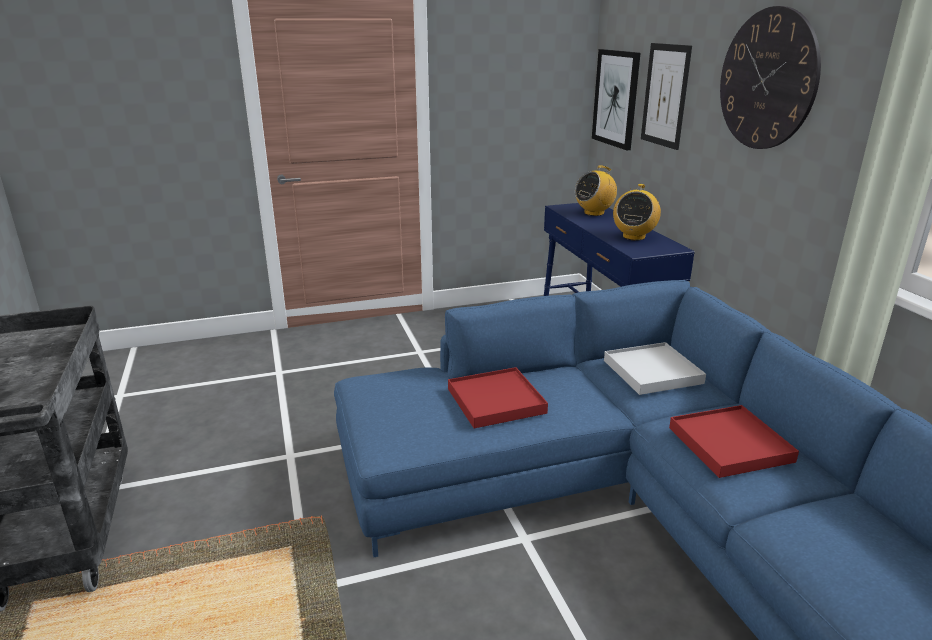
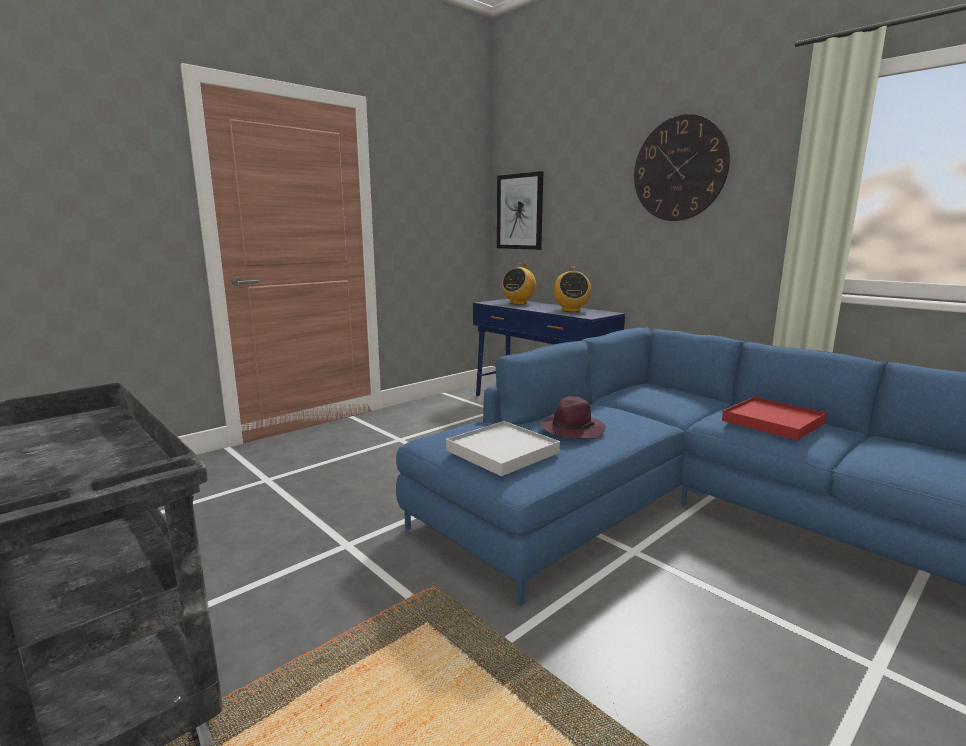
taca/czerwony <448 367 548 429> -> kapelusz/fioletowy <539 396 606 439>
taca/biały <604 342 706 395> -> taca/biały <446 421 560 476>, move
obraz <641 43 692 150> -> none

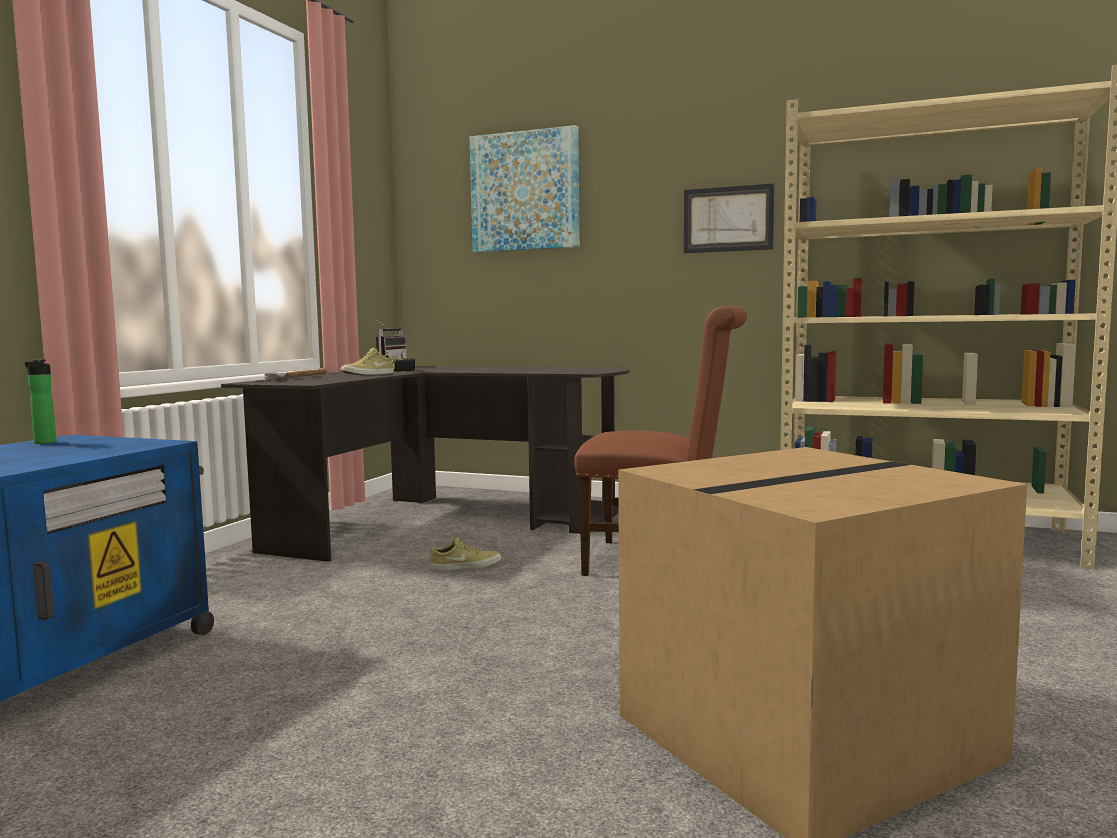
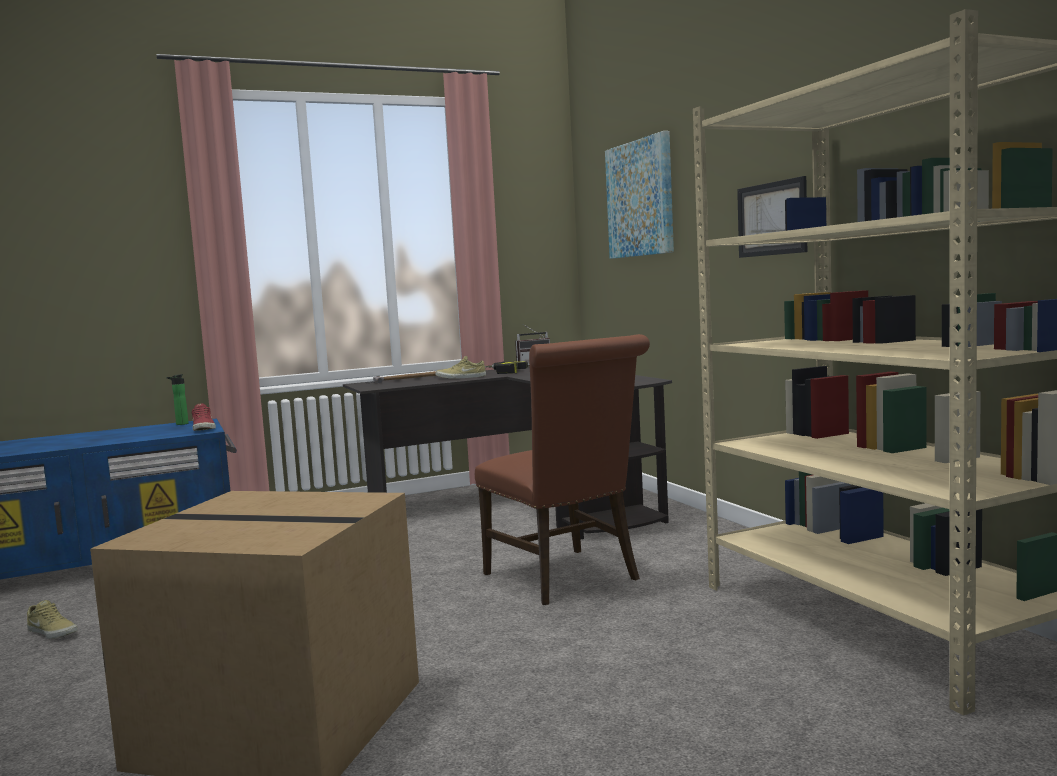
but/beżowy <430 537 501 571> -> but/beżowy <27 600 77 639>, move
none -> but/czerwony <192 403 216 431>

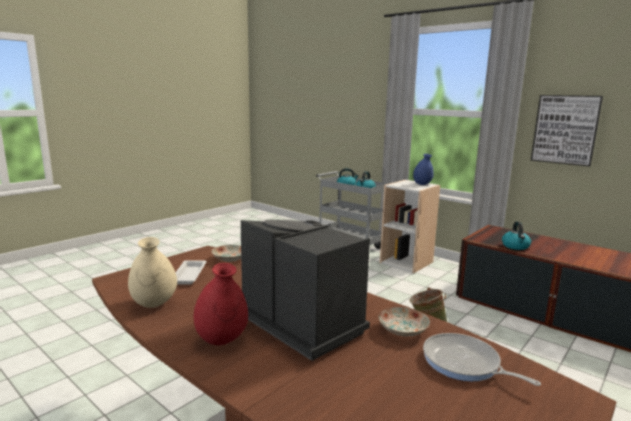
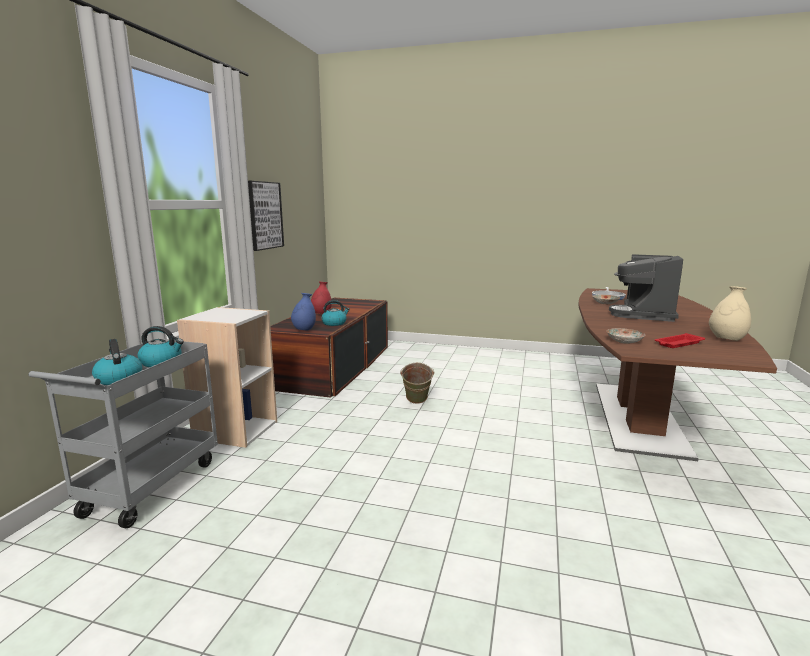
taca/biały <175 260 206 285> -> taca/czerwony <655 333 705 348>
wazon/czerwony <194 263 248 345> -> wazon/czerwony <311 282 332 314>, move
wazon/niebieski <413 154 434 185> -> wazon/niebieski <291 293 316 330>, move

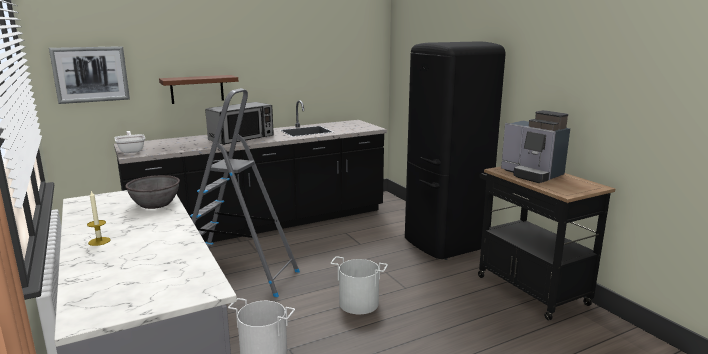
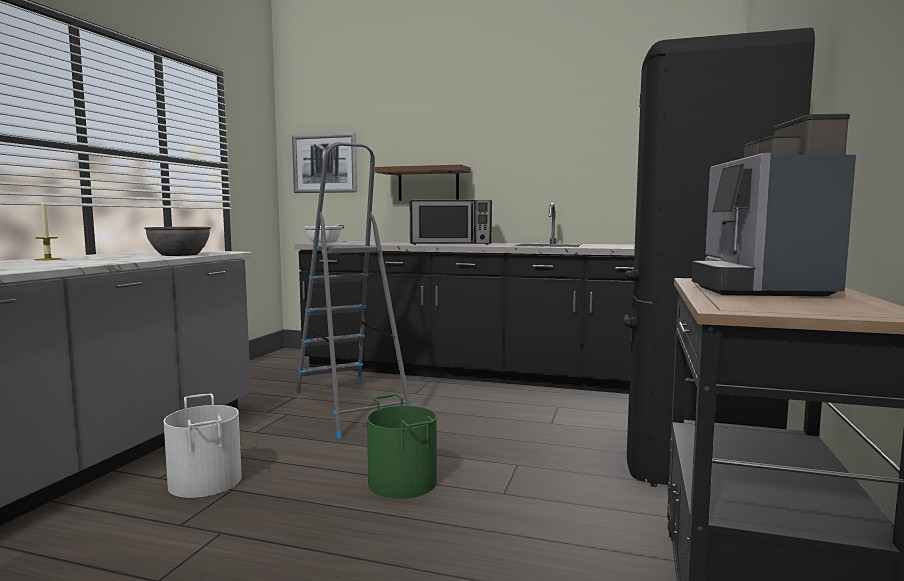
wiadro/biały <331 256 388 314> -> wiadro/zielony <367 394 437 499>

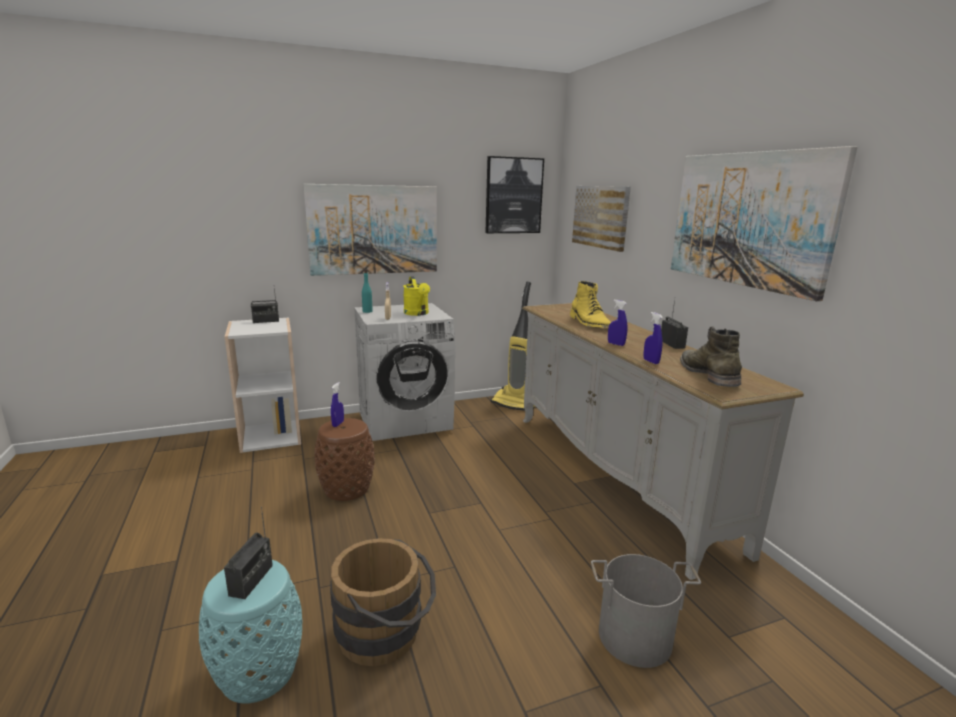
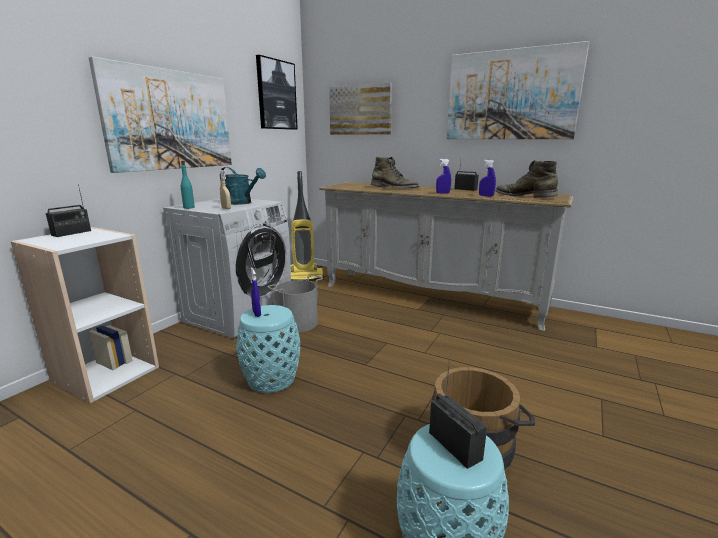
stołek/brązowy <314 418 375 501> -> stołek/turkusowy <237 305 300 393>
konewka/żółty <403 276 430 316> -> konewka/turkusowy <220 167 266 205>
but z cholewką/żółty <570 281 611 328> -> but z cholewką/zielony <371 157 419 188>
wiadro/szary <591 554 701 668> -> wiadro/szary <267 275 323 333>, move

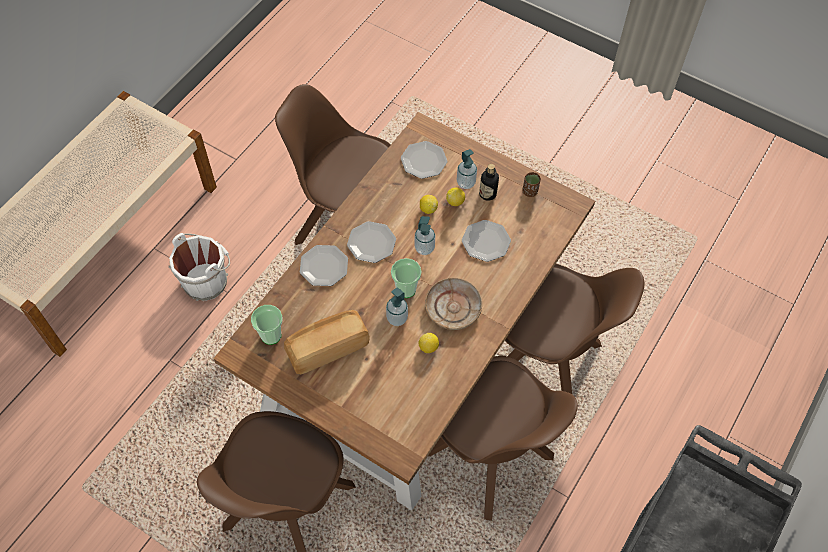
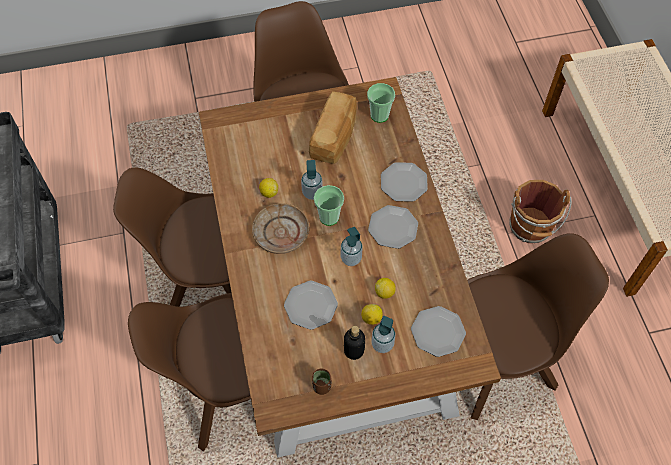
wiadro/biały <169 233 230 301> -> wiadro/brązowy <509 180 572 243>

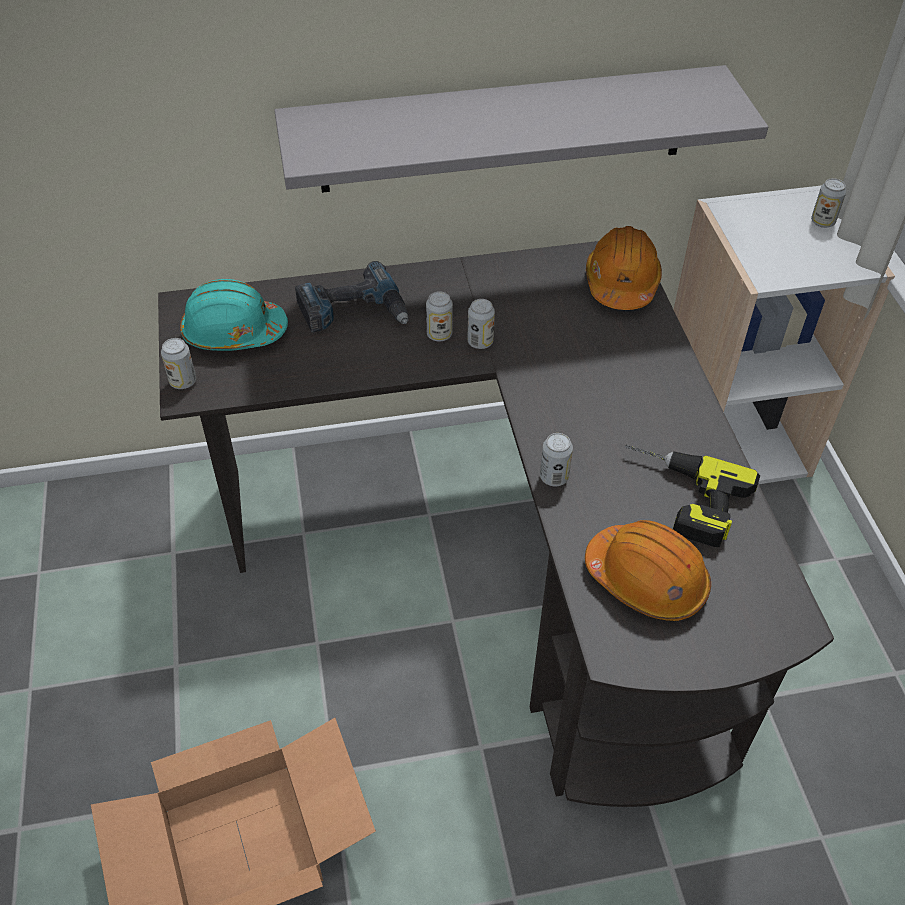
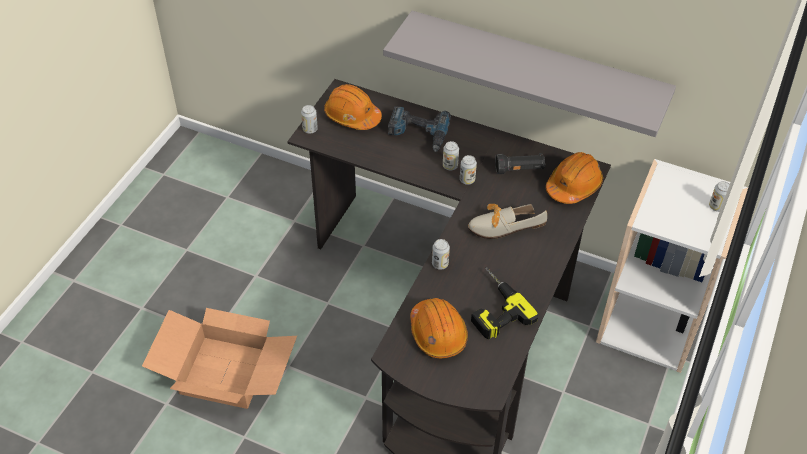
kask/turkusowy <180 279 288 351> -> kask/pomarańczowy <324 84 382 130>
none -> but <468 204 547 239>
none -> latarka/czarny <495 153 546 174>

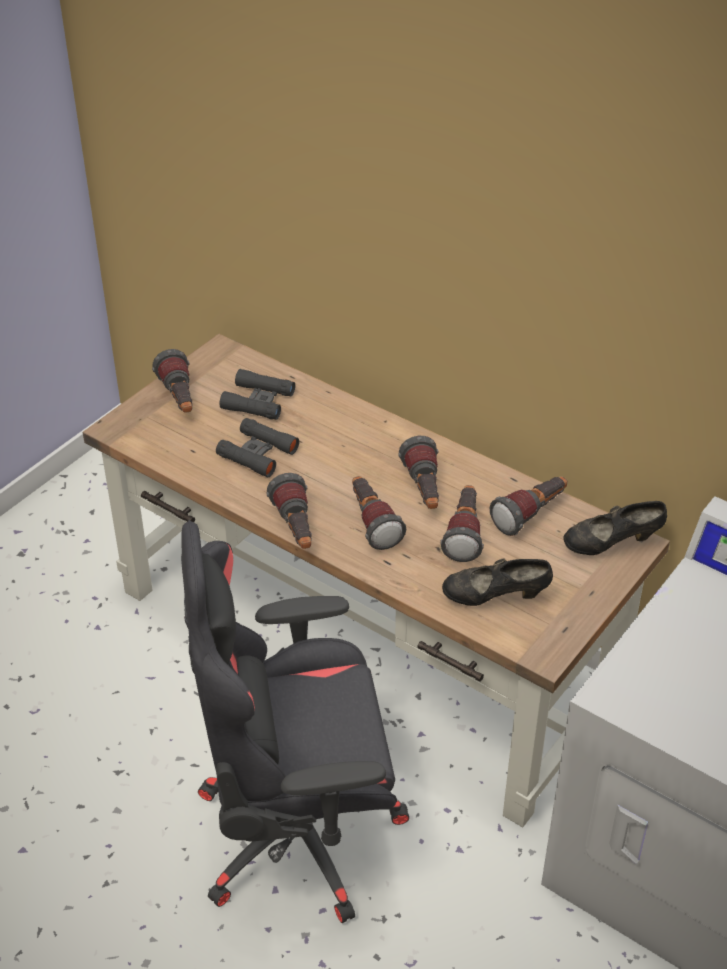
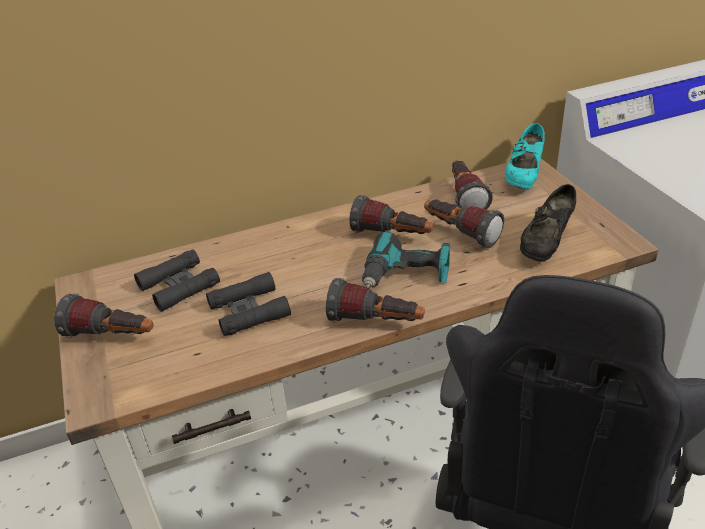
latarka <352 476 406 550> -> wiertarka <362 231 450 287>
but/czarny <564 501 667 555> -> but/turkusowy <505 123 545 189>

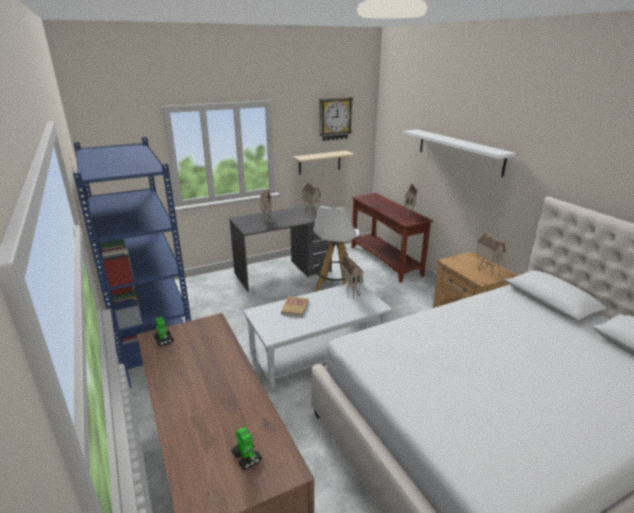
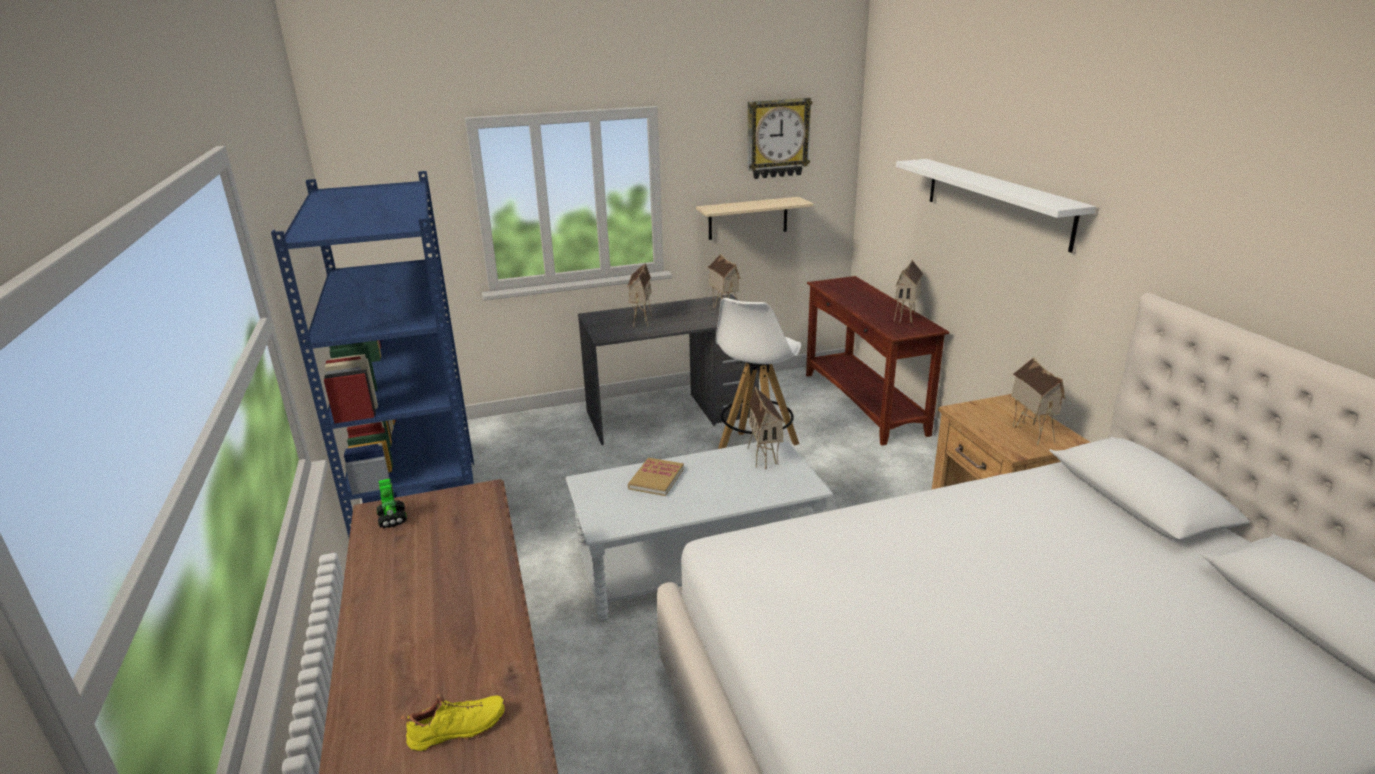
robot zabawkowy <231 427 262 470> -> but/żółty <400 694 506 751>

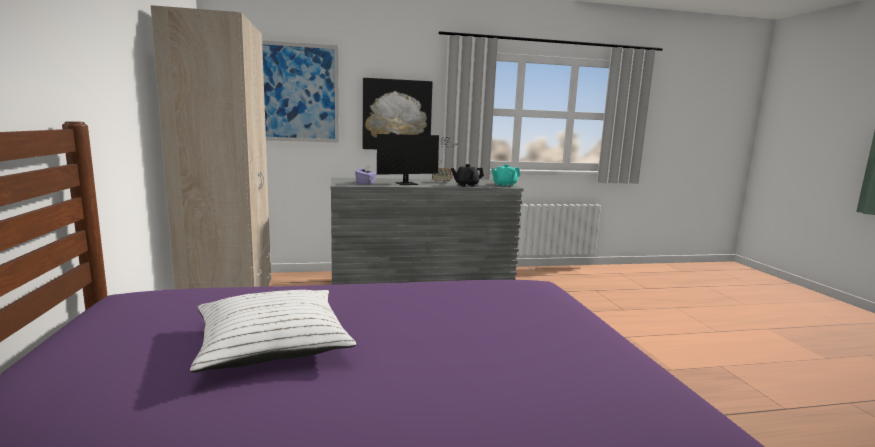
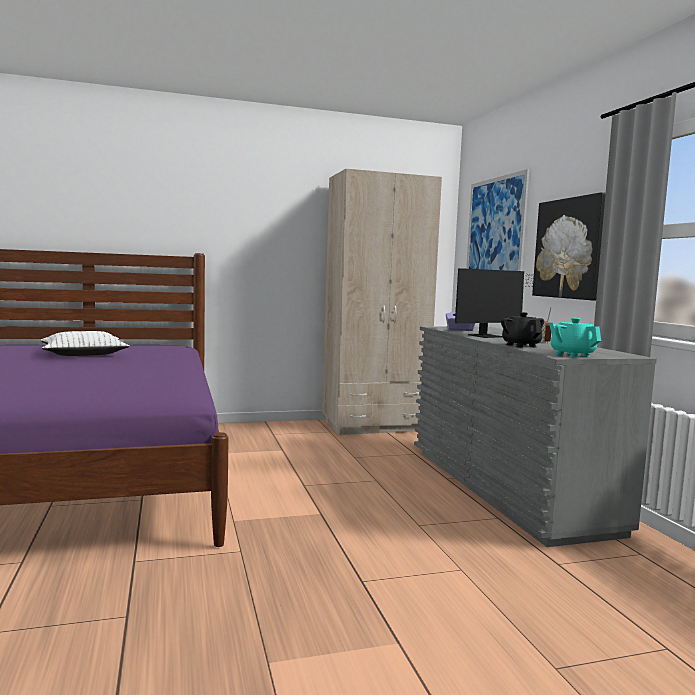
monitor <377 134 451 185> -> monitor <455 268 543 338>, 90 degrees counterclockwise

